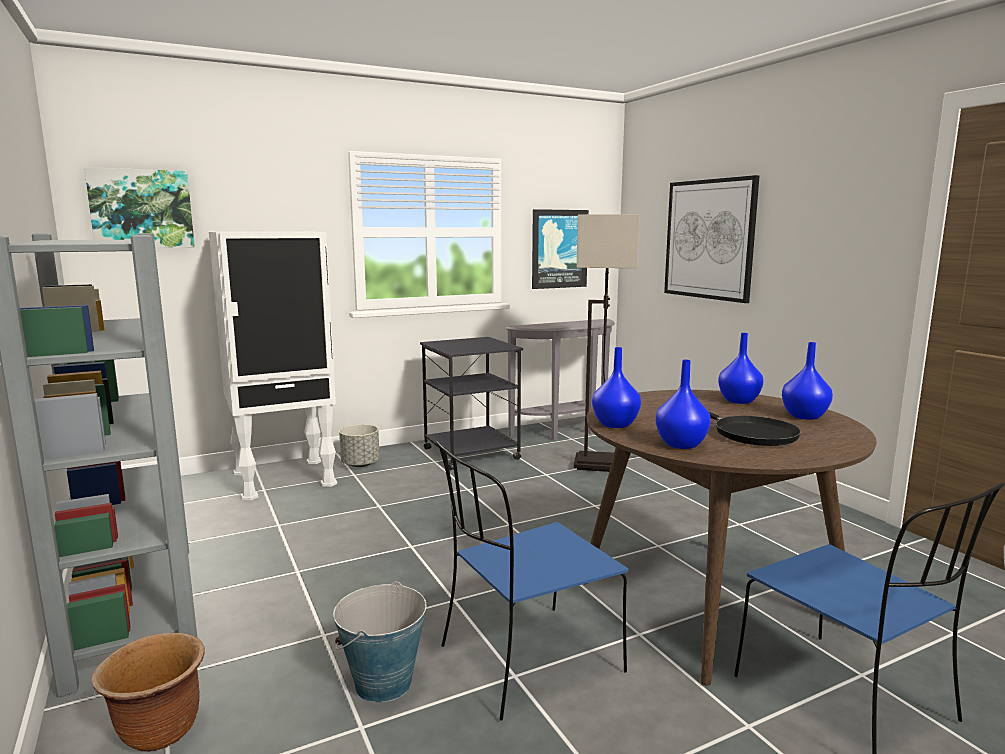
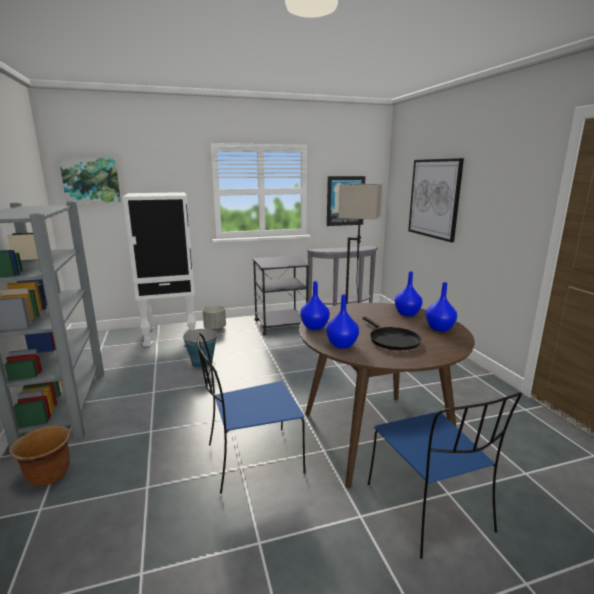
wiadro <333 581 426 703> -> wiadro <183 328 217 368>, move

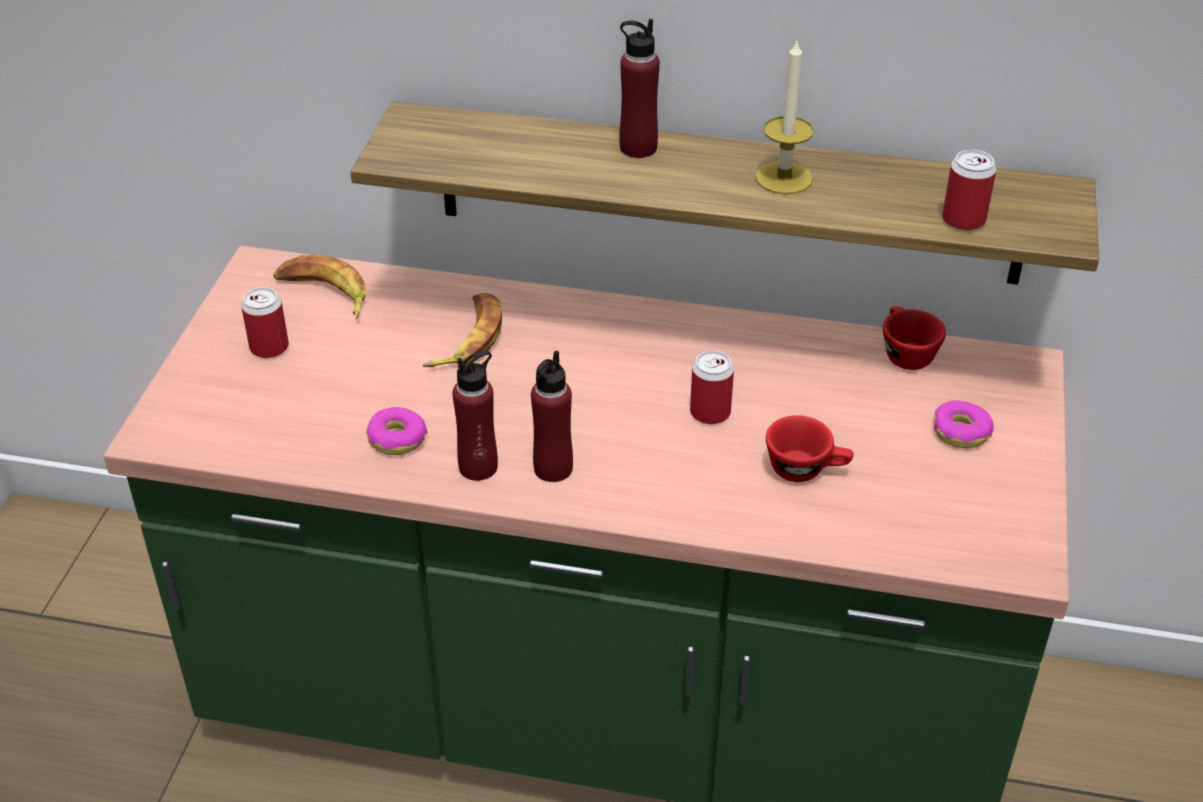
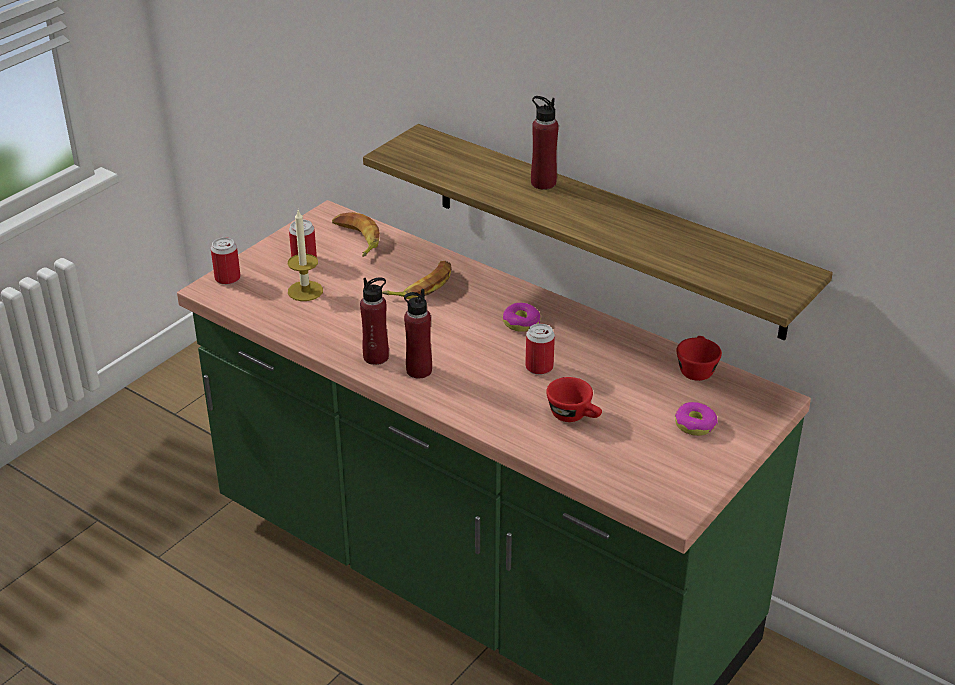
donut <367 407 427 455> -> donut <503 303 541 332>, move
świeca <755 38 814 194> -> świeca <288 210 323 301>, move
puszka <942 149 996 231> -> puszka <211 237 241 285>, move

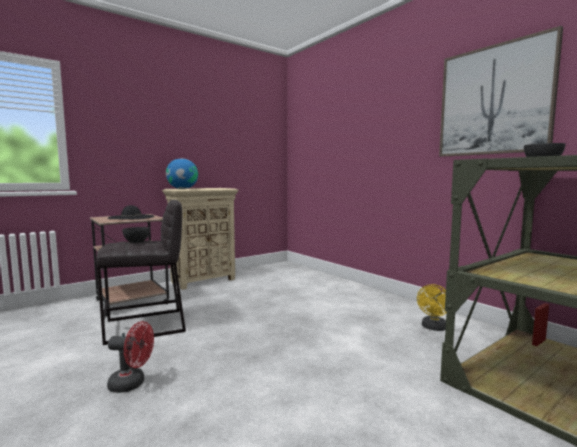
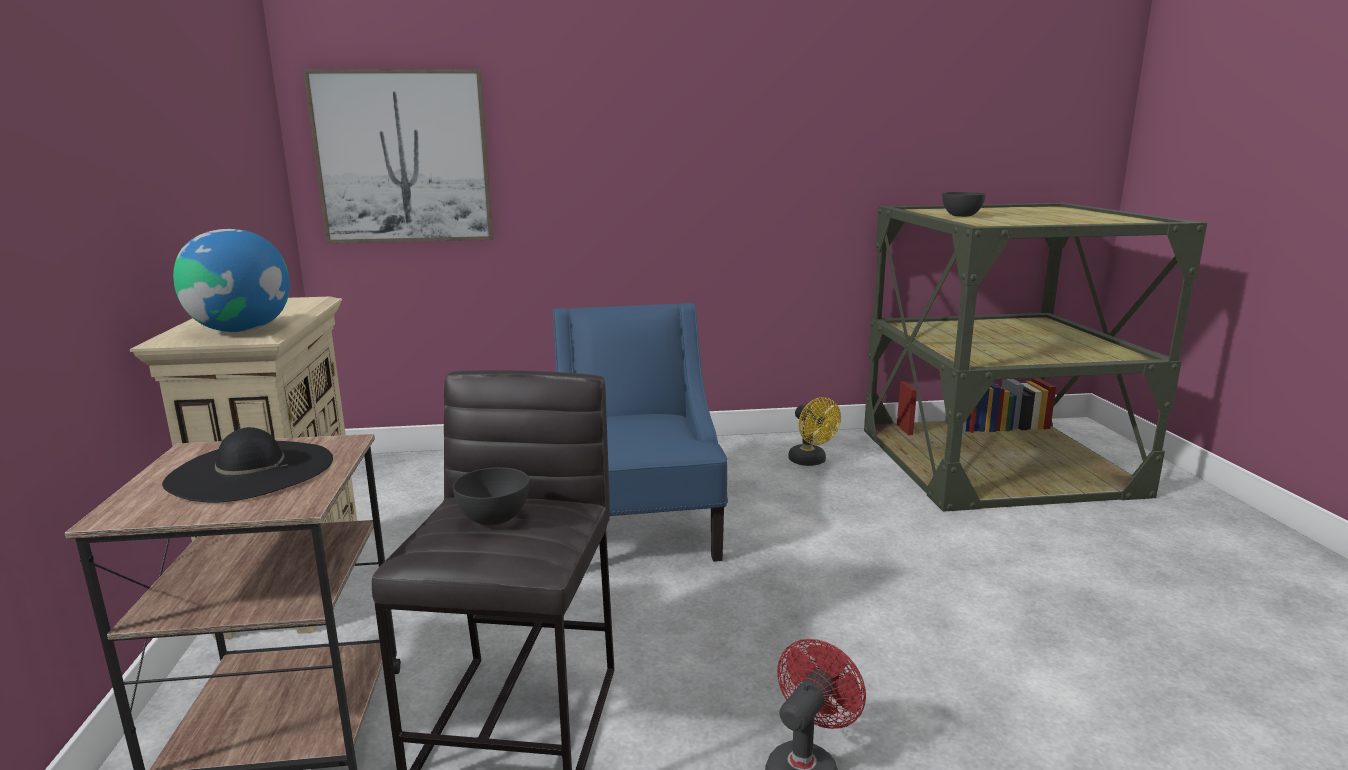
obraz <439 26 563 157> -> obraz <303 69 493 244>, move
none -> fotel/niebieski <553 303 728 562>

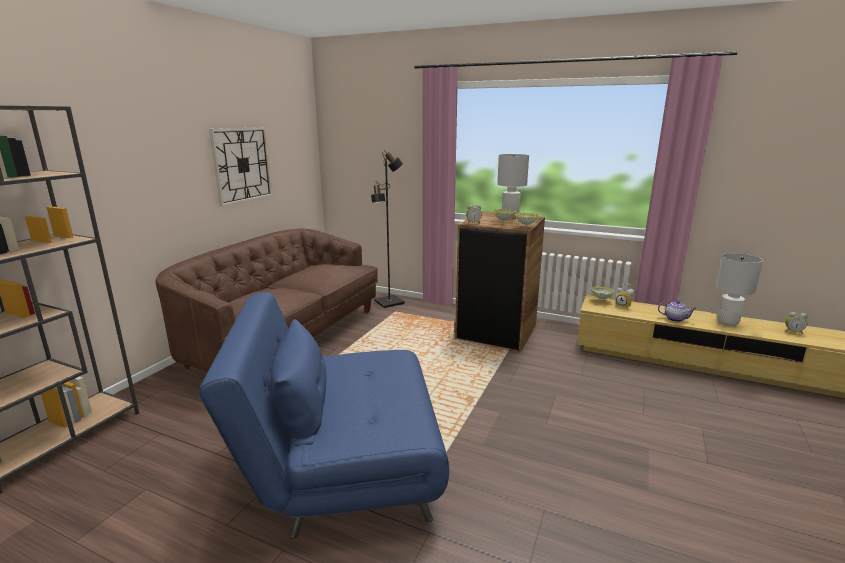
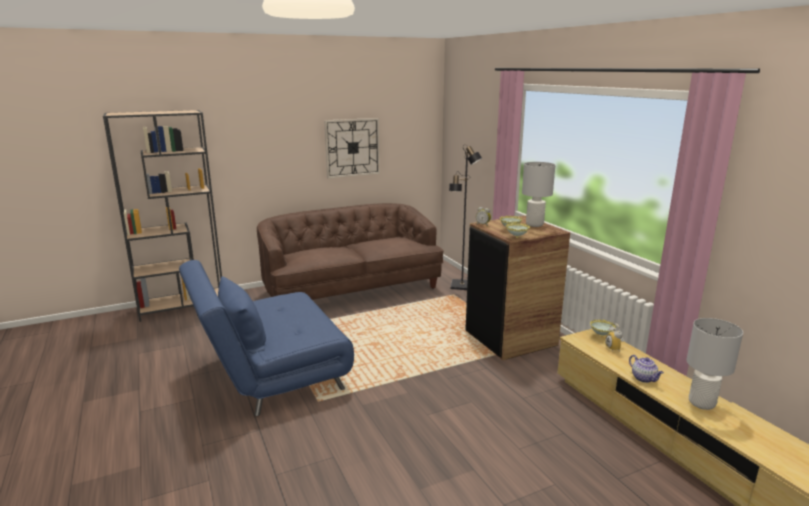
fotel/niebieski <199 292 449 539> -> fotel/niebieski <179 260 354 416>, 60 degrees counterclockwise
budzik <785 312 808 334> -> none

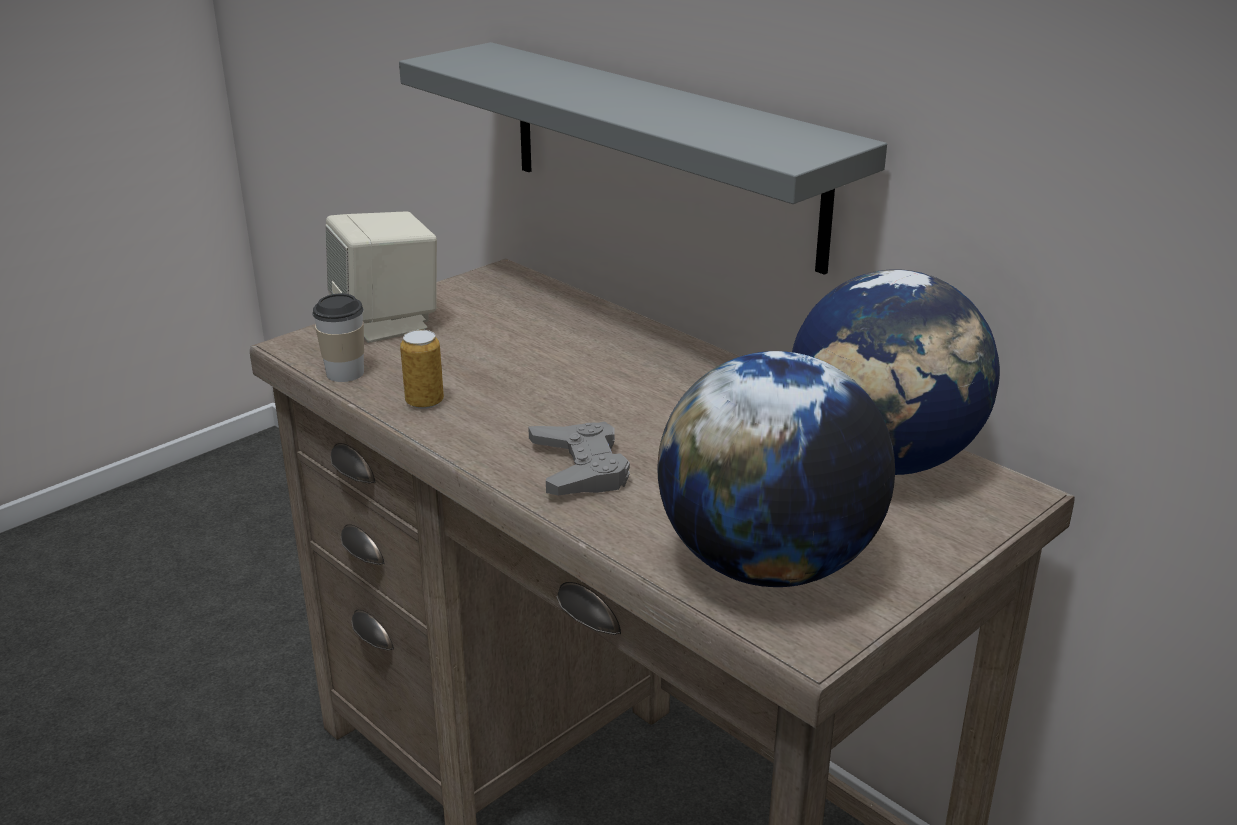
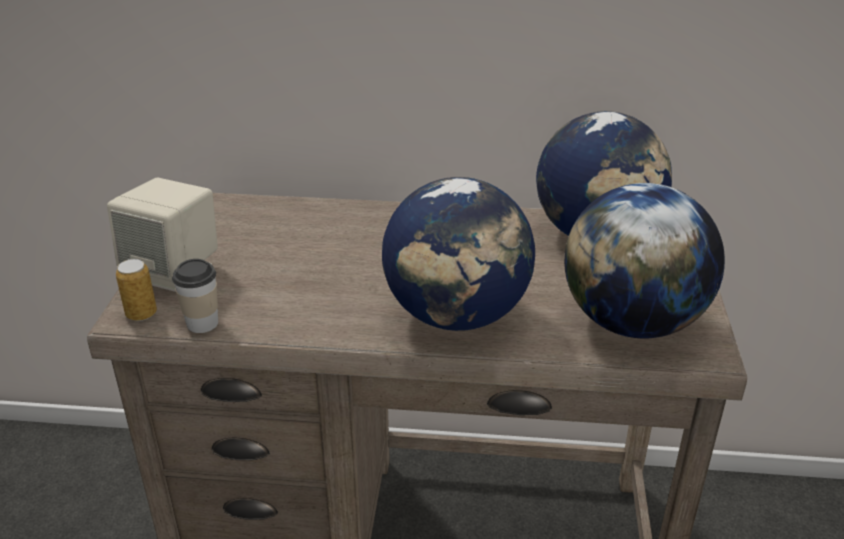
półka/szary <399 42 887 275> -> none
puszka <400 330 444 409> -> puszka <116 259 157 321>, move
pad do gier/szary <528 421 630 495> -> globus <382 177 535 331>

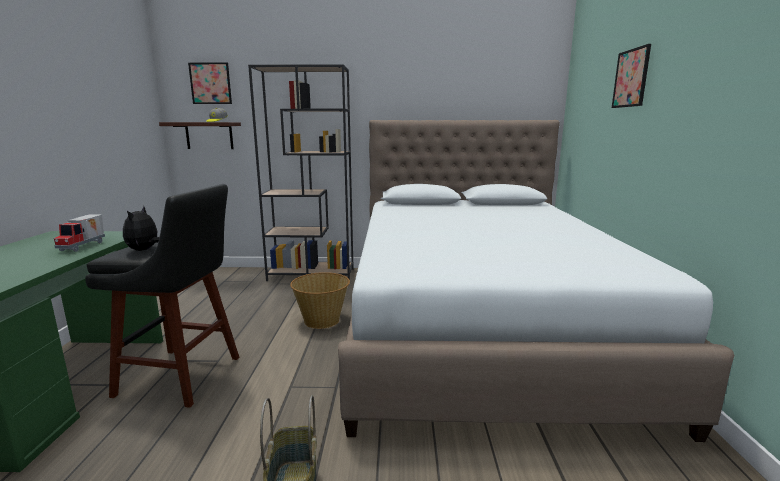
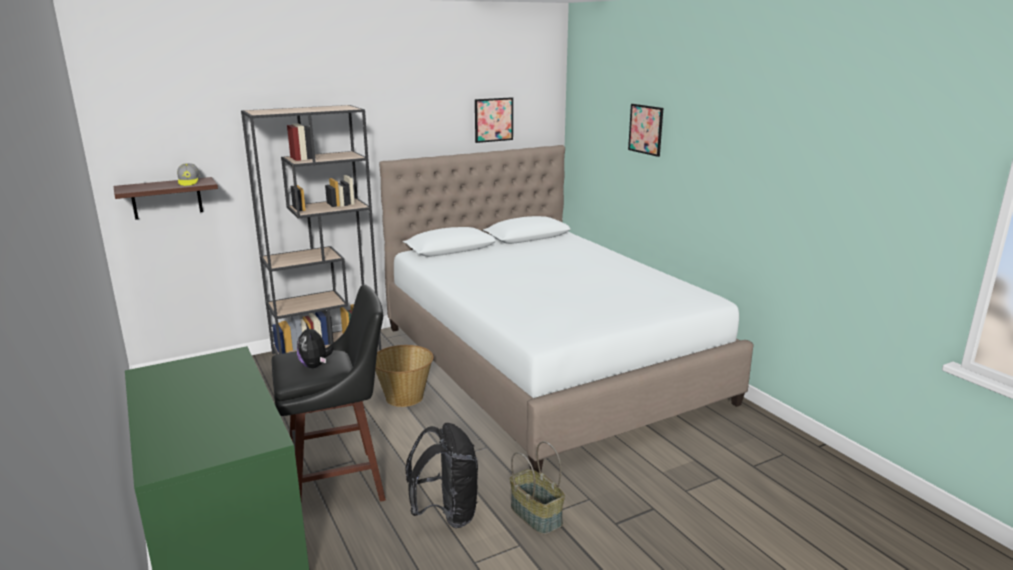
ciężarówka zabawkowa <54 214 105 252> -> none
obraz <188 63 232 104> -> obraz <475 97 513 143>, move
none -> plecak/czarny <406 423 478 528>

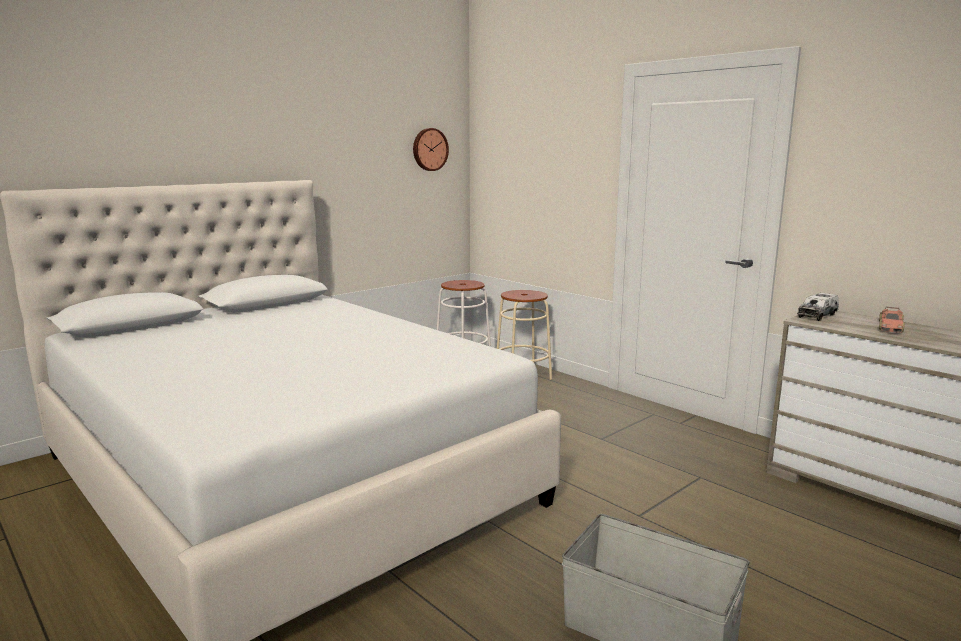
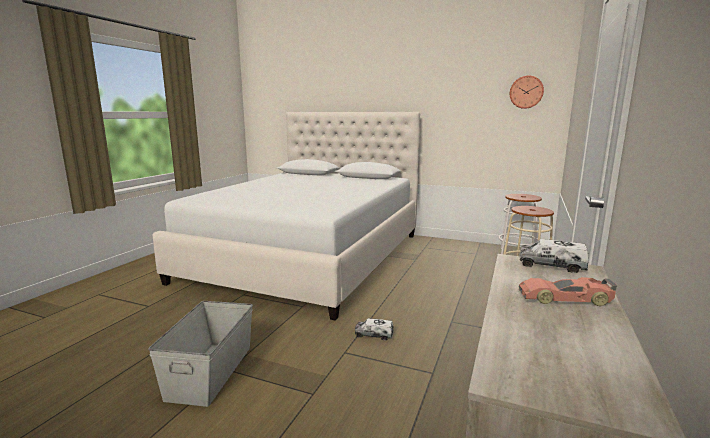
none -> ciężarówka zabawkowa <355 318 394 340>

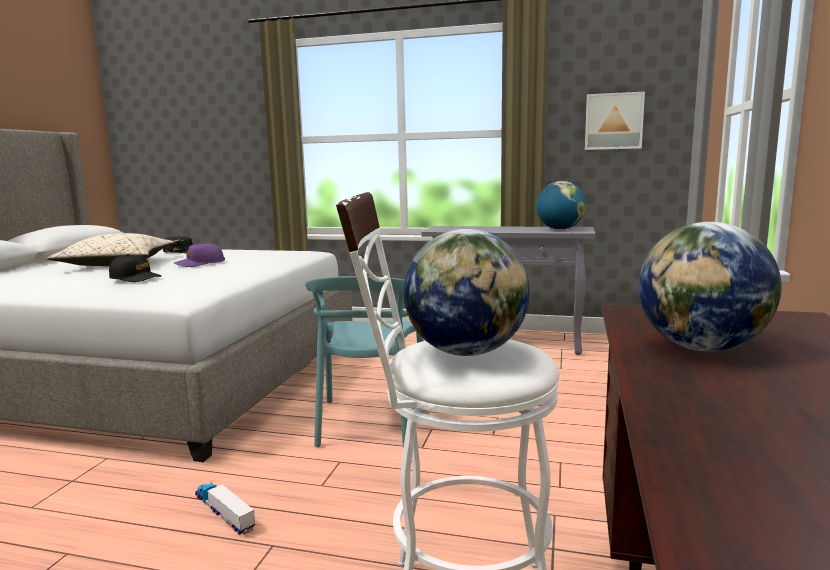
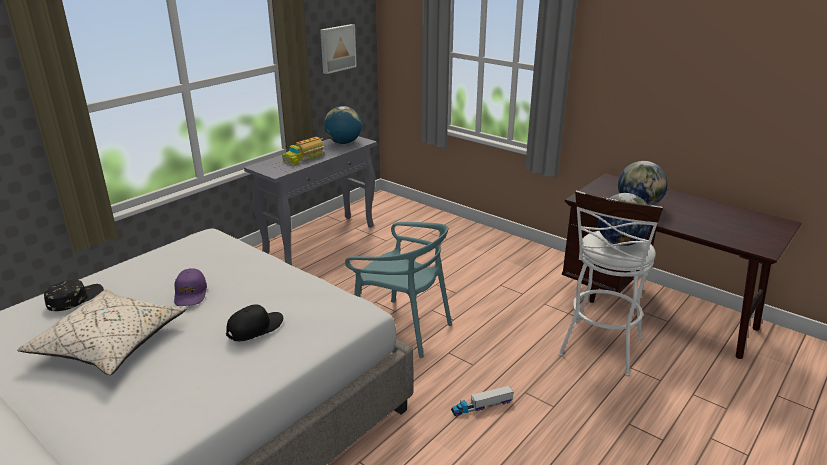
none -> ciężarówka zabawkowa <282 137 325 166>

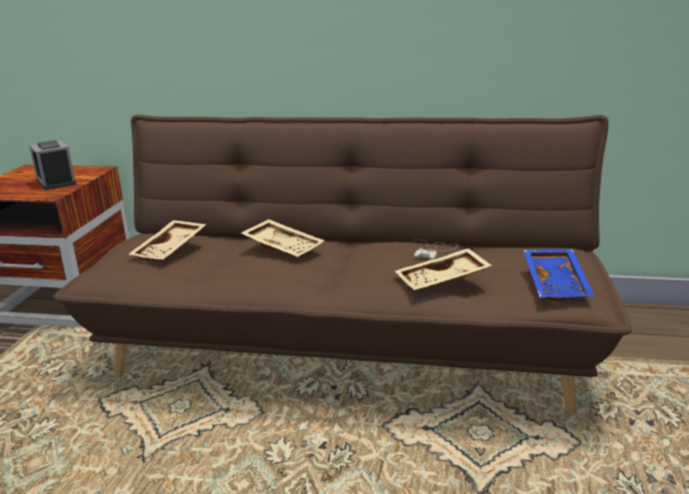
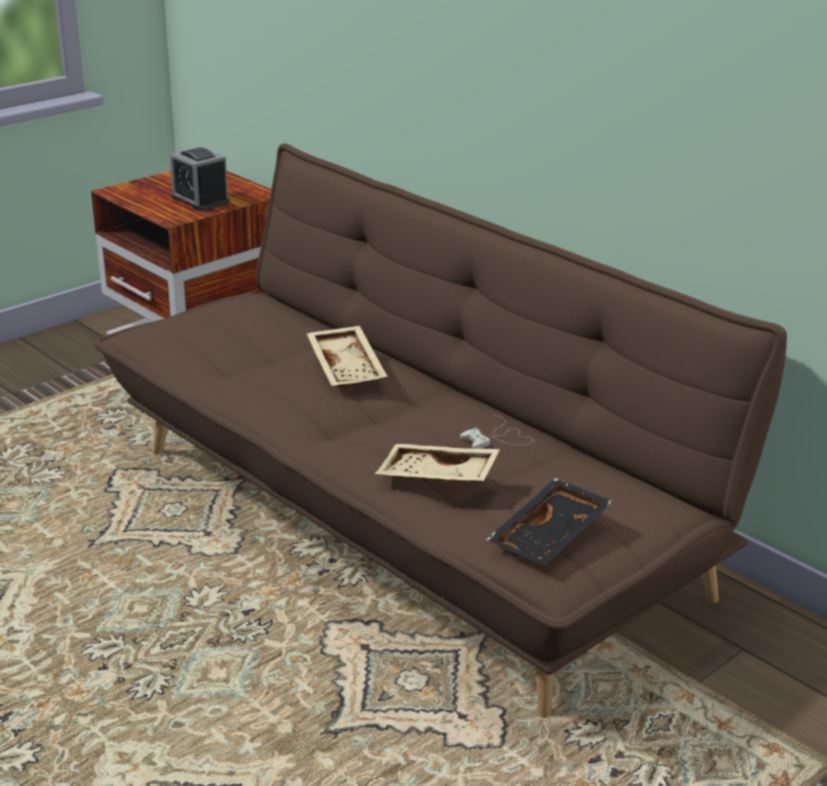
budzik <29 140 76 190> -> budzik <170 147 230 211>, 45 degrees counterclockwise
taca/beżowy <128 220 207 261> -> none
taca/niebieski <523 249 595 301> -> taca/czarny <486 478 613 565>

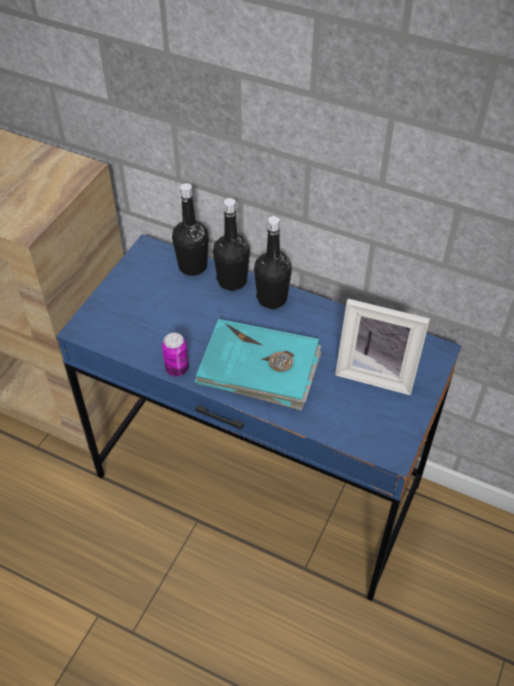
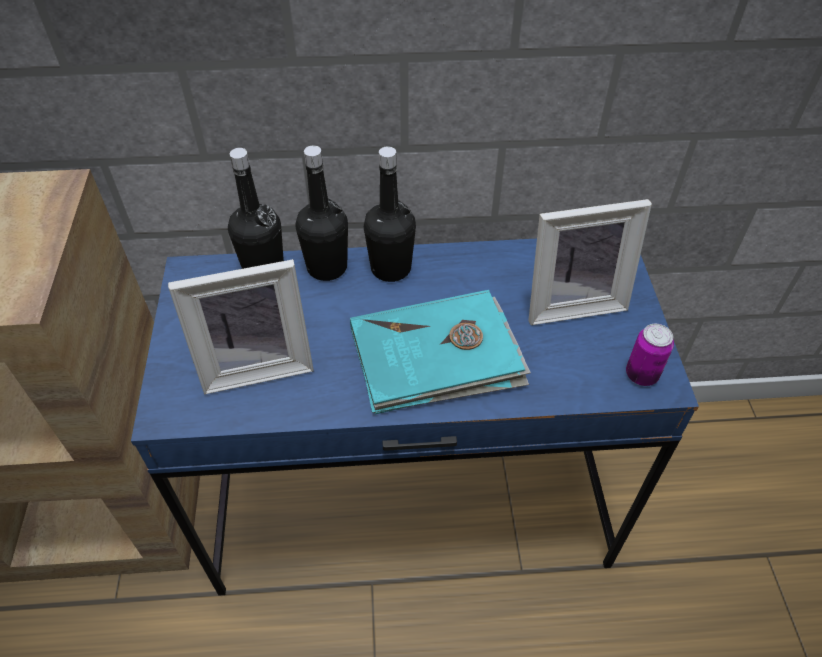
puszka <162 333 189 376> -> puszka <626 324 674 386>, move
none -> ramka na zdjęcie <168 259 314 394>

